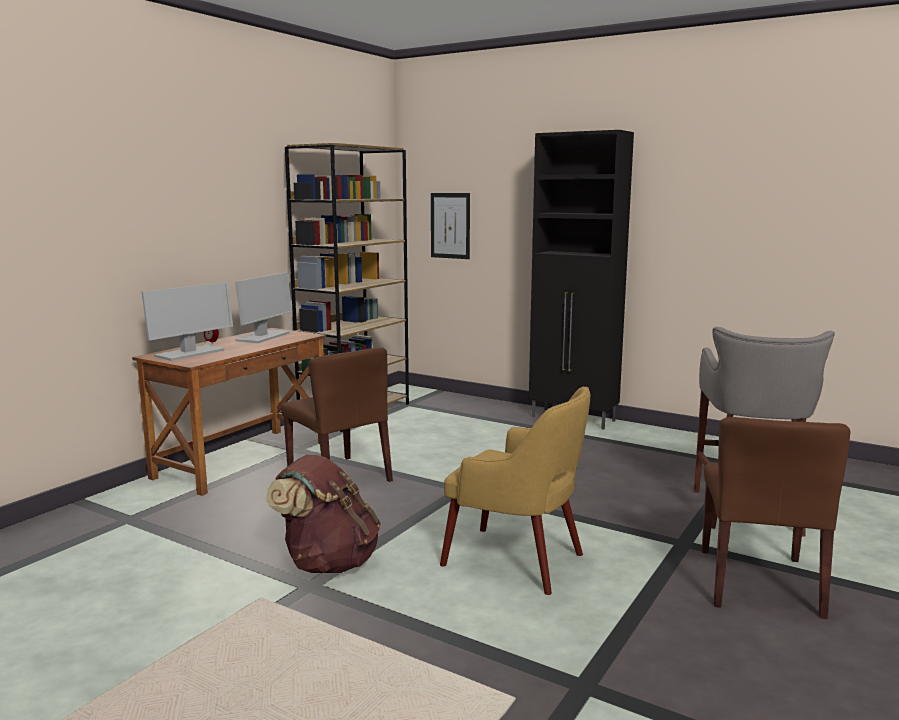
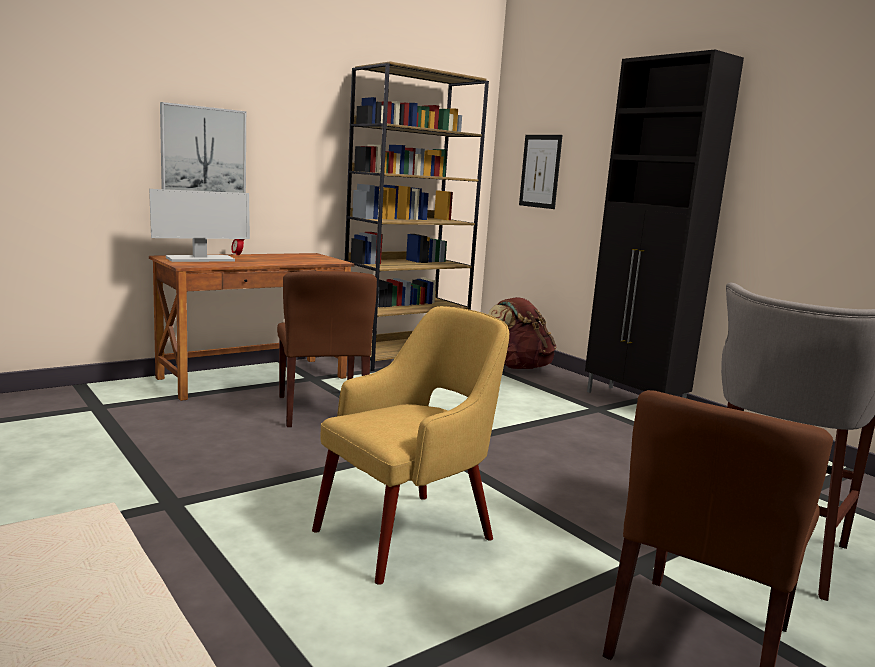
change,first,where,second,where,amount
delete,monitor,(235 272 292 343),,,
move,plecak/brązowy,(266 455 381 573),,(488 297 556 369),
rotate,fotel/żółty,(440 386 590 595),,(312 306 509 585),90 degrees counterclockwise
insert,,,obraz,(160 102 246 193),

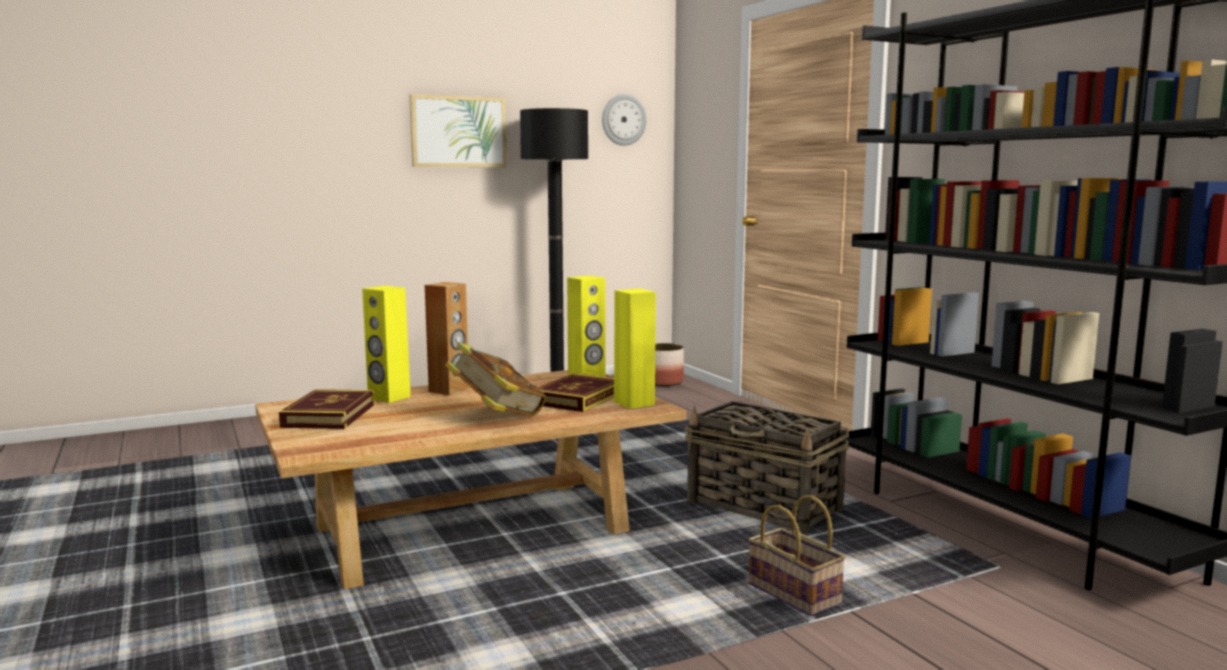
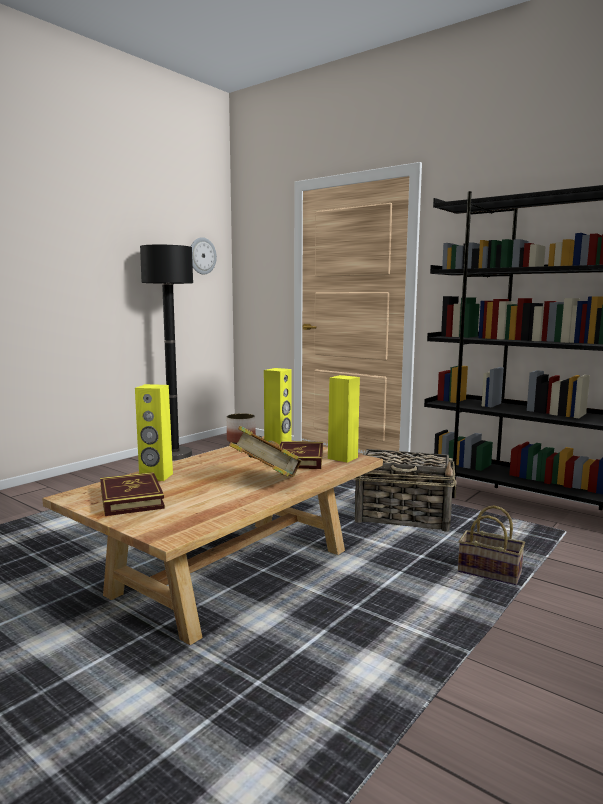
change,first,where,second,where,amount
delete,obraz,(409 94 507 167),,,
delete,głośnik/brązowy,(425 282 469 395),,,

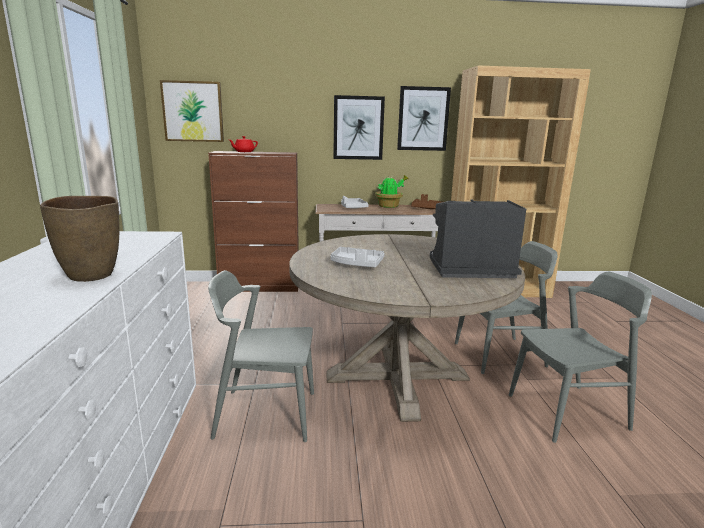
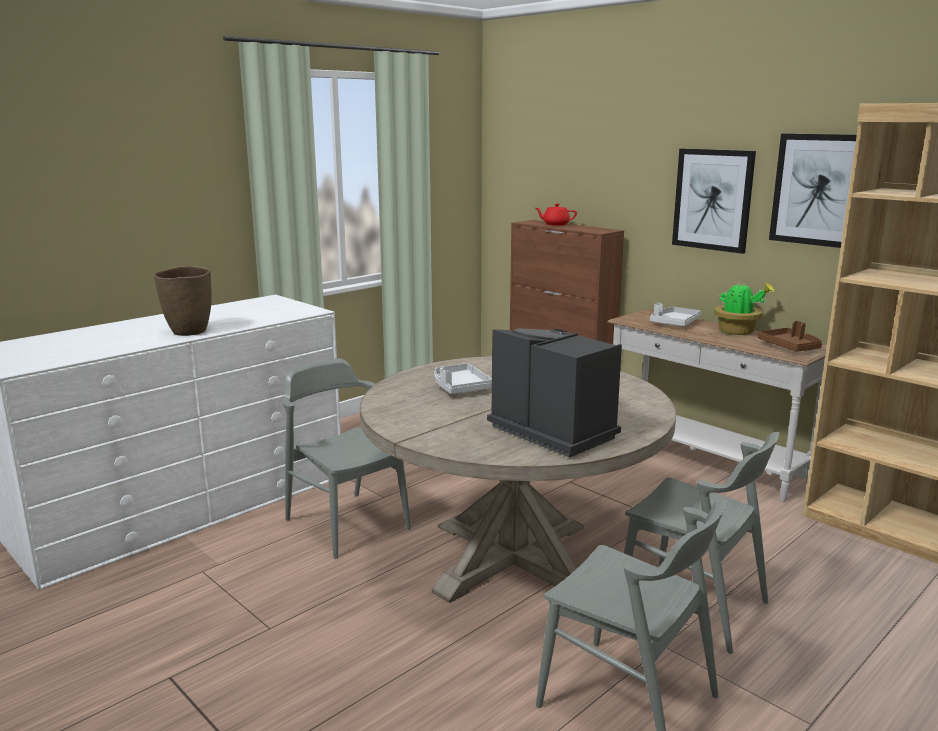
change,first,where,second,where,amount
delete,obraz,(160 80 224 142),,,

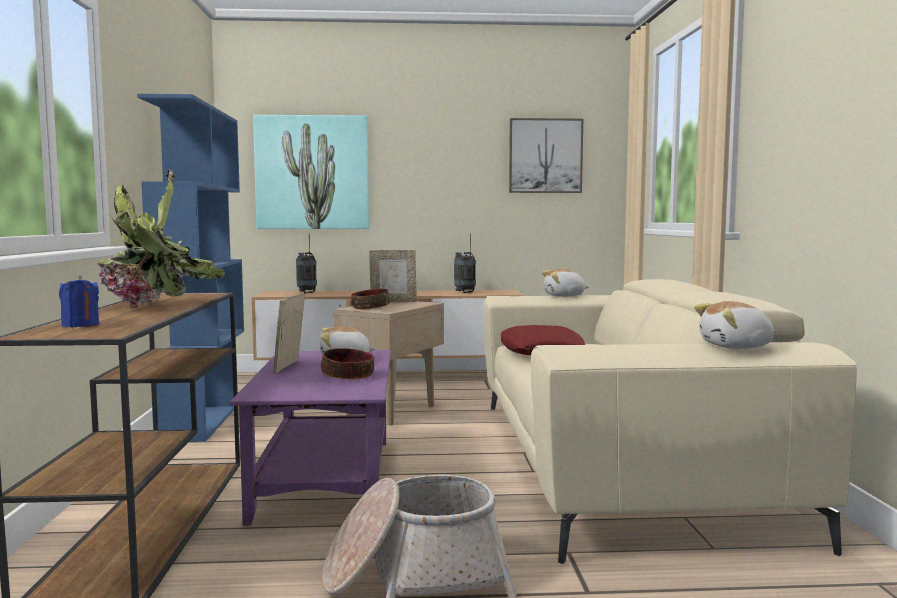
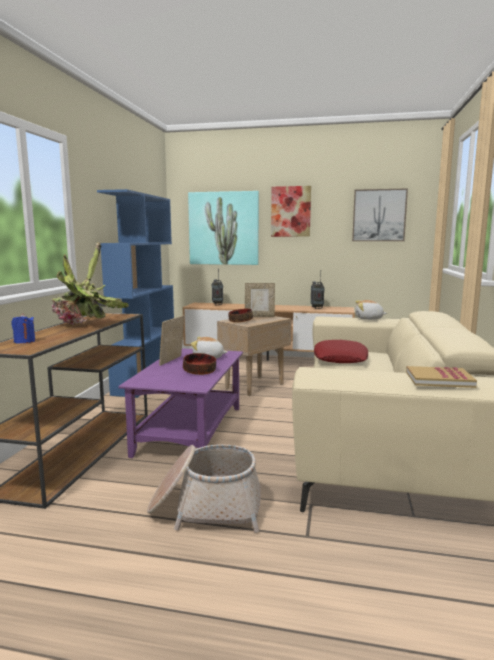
change,first,where,second,where,amount
replace,pluszak,(694 301 777 349),książka,(406 366 477 388),
insert,,,obraz,(271 186 311 237),

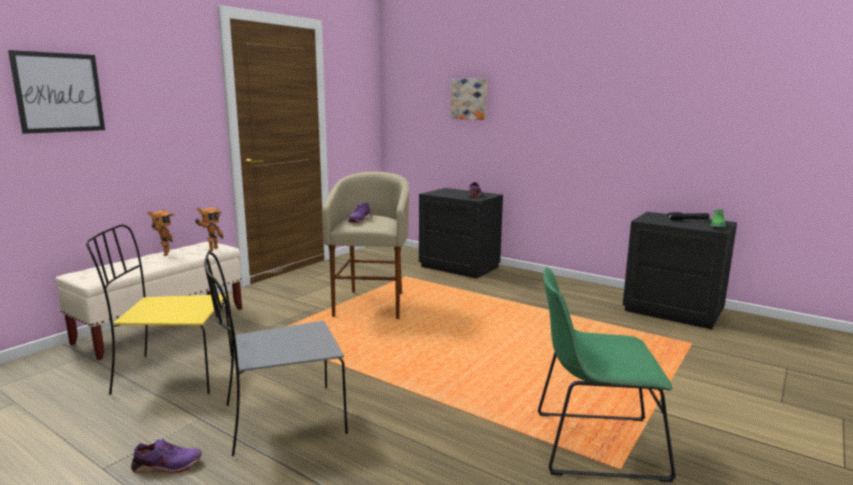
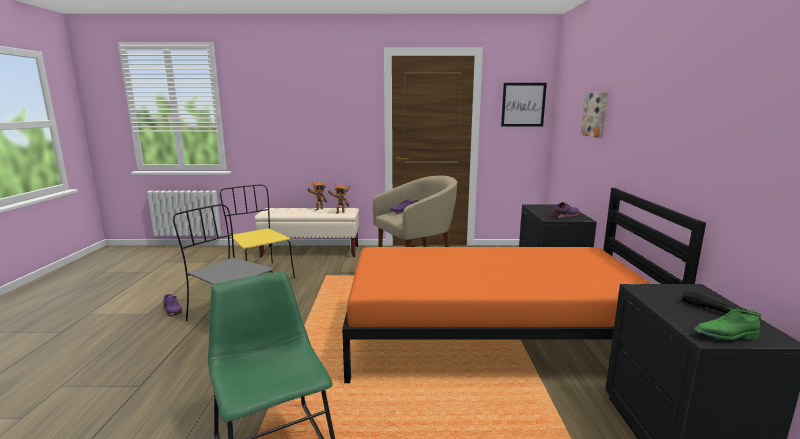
change,first,where,second,where,amount
move,obraz,(8 50 105 134),,(501 83 547 126),
insert,,,łóżko/pomarańczowy,(342 188 706 383),

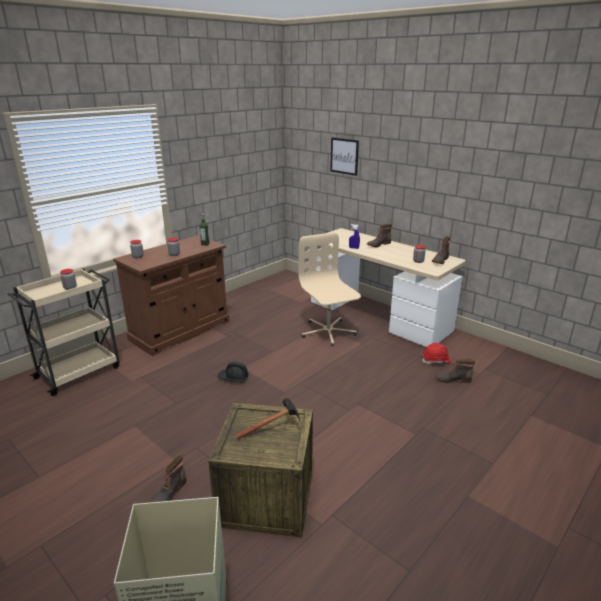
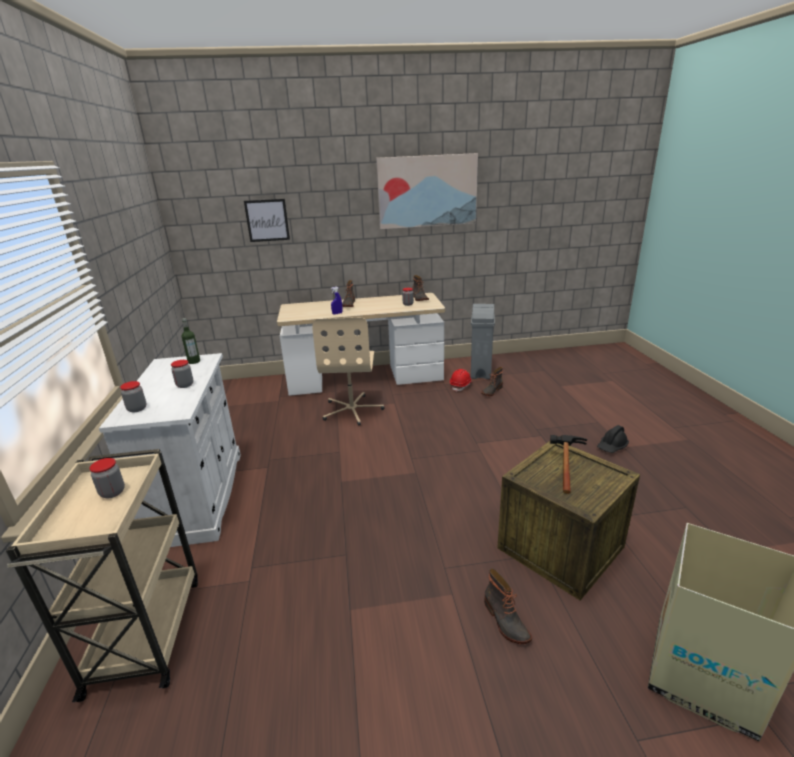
change,first,where,second,where,amount
recolor,szafka/brązowy,(113 235 229 356),szafka/biały,(99 353 241 547),
move,kask/czarny,(218 362 249 383),,(597 425 629 453),
rotate,krzesło biurowe/beżowy,(298 232 361 346),,(312 317 384 426),105 degrees counterclockwise
insert,,,obraz,(376 153 478 229),
insert,,,kosz na śmieci/szary,(471 304 495 379),

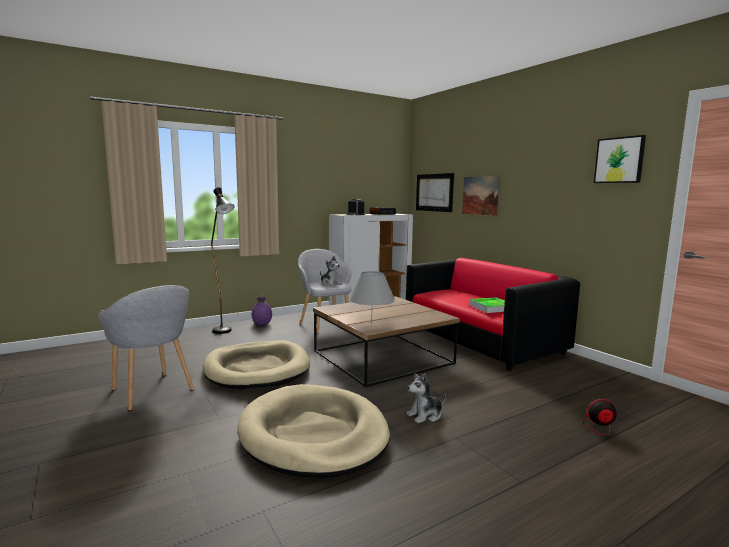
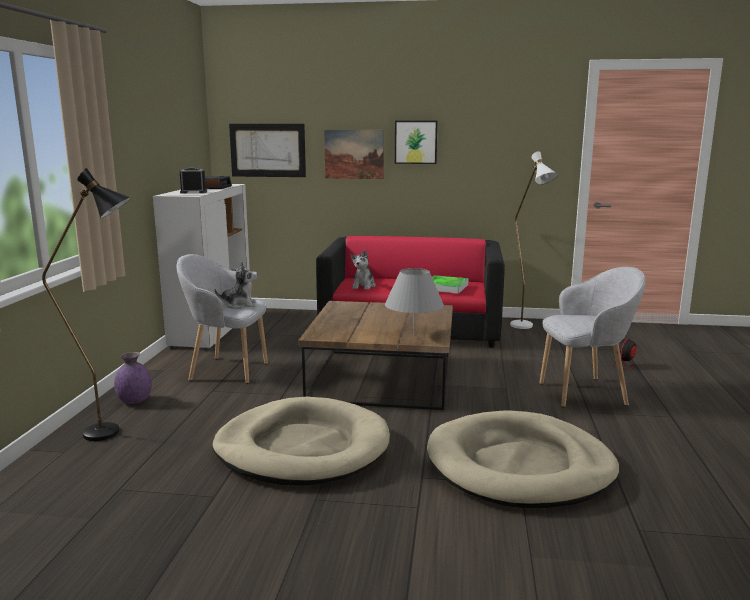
change,first,where,second,where,amount
move,fotel/szary,(98 285 194 411),,(539 267 645 407),
move,pluszak,(406 373 446 423),,(351 250 376 290),
move,obraz,(594 135 646 183),,(395 121 438 164),
insert,,,lampa stojąca/biały,(510 151 558 329),

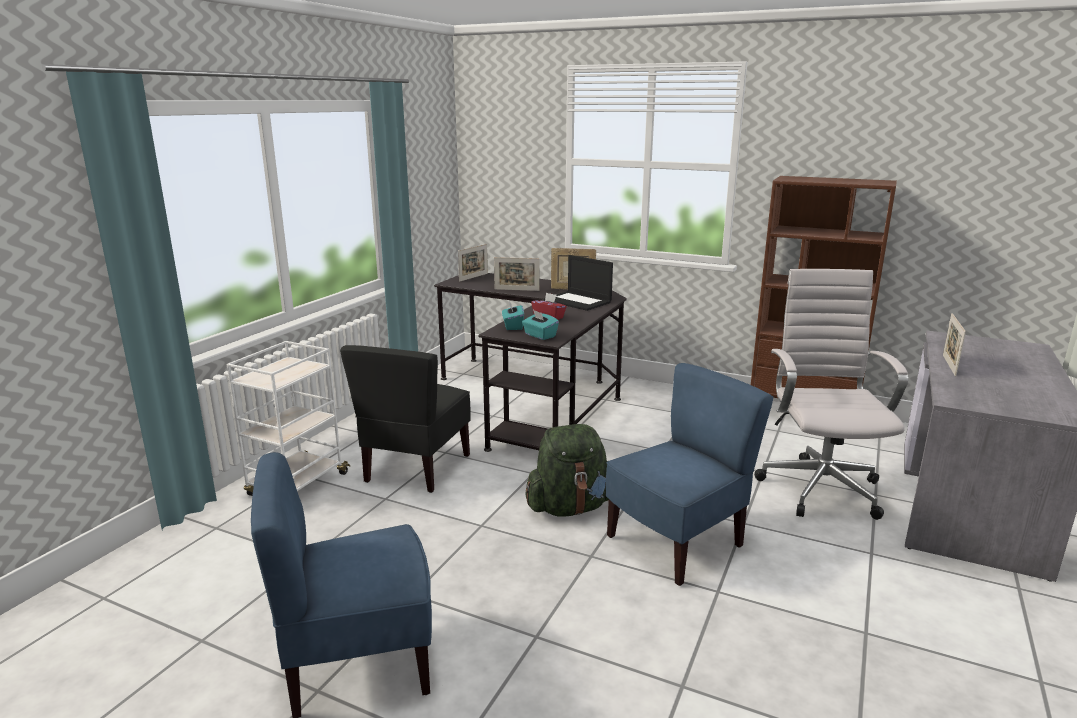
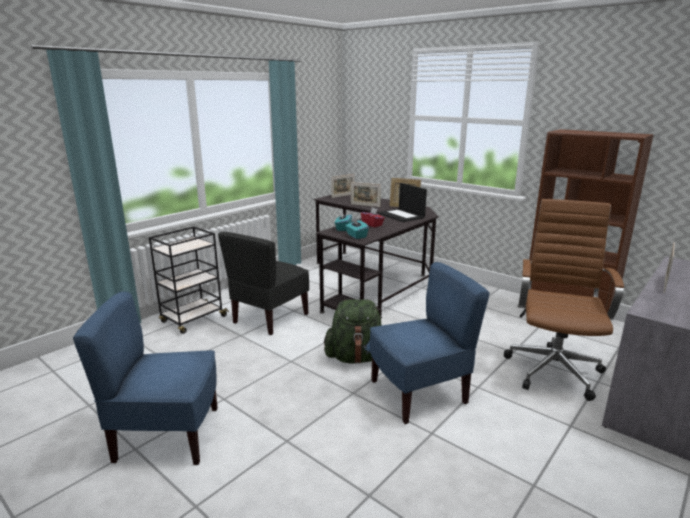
change,first,where,second,where,amount
recolor,wózek/biały,(226 341 350 496),wózek/czarny,(149 226 229 334),
recolor,krzesło biurowe/biały,(754 269 908 520),krzesło biurowe/brązowy,(504 199 624 401),

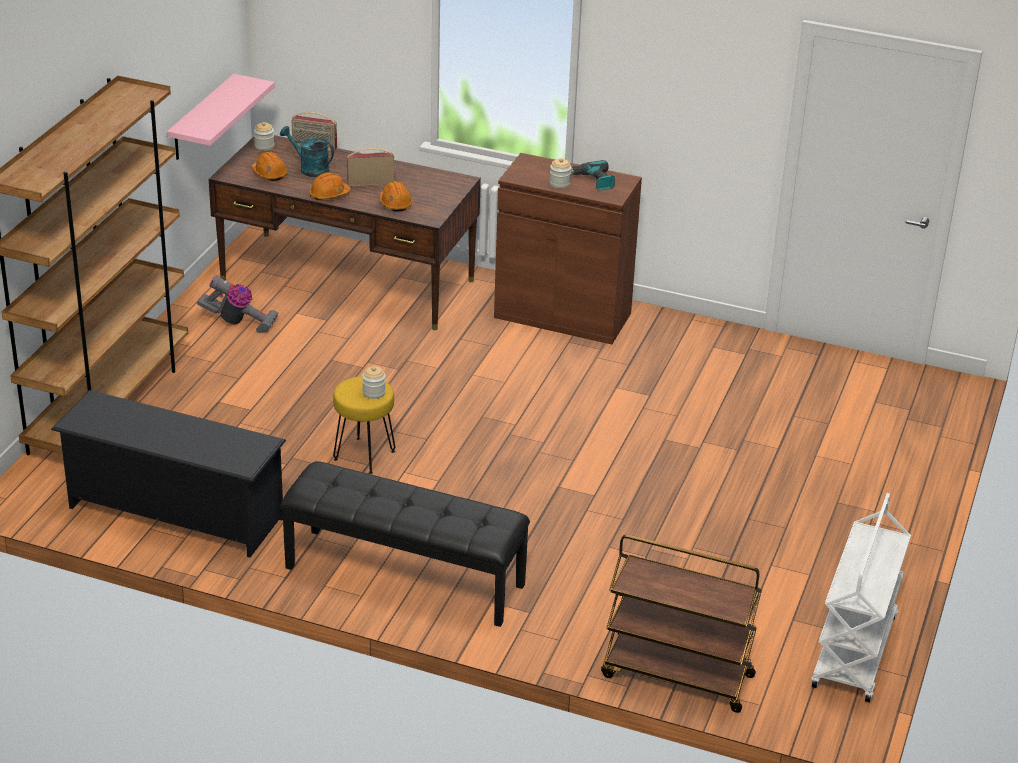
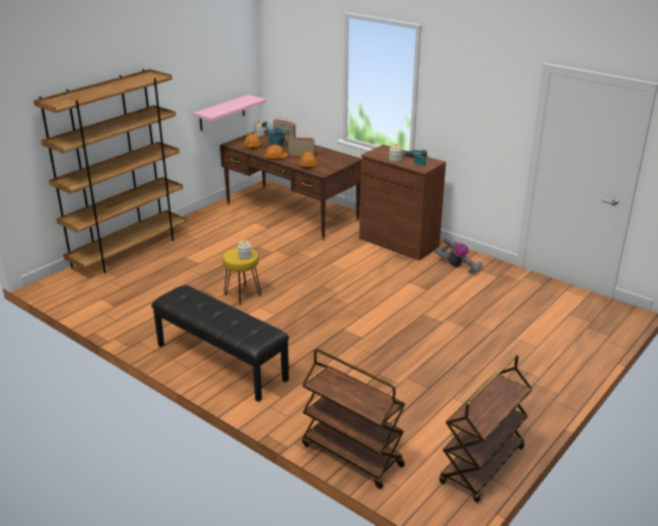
change,first,where,second,where,amount
delete,regał na buty/czarny,(51 390 286 557),,,
move,odkurzacz,(197 275 279 333),,(435 236 483 274),
recolor,wózek/biały,(811 493 911 702),wózek/brązowy,(439 354 532 502),

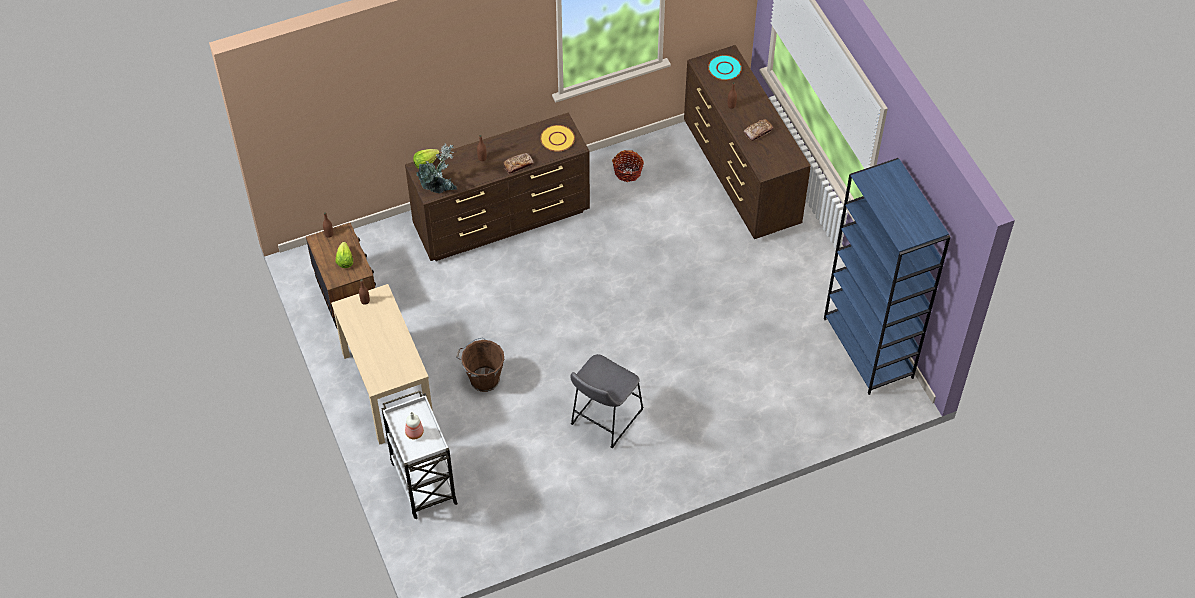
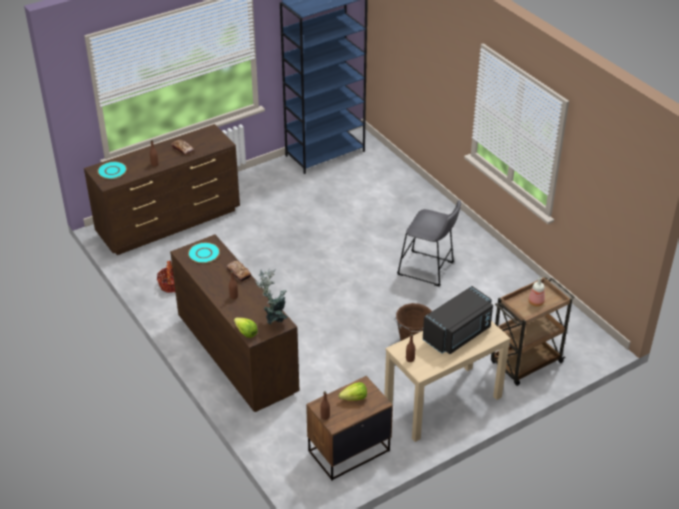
change,first,where,second,where,amount
recolor,wózek/biały,(381 391 458 519),wózek/brązowy,(491 276 575 386),
recolor,talerz/żółty,(540 125 575 152),talerz/turkusowy,(188 242 220 263),
insert,,,mikrofalówka/czarny,(423 286 493 354),

